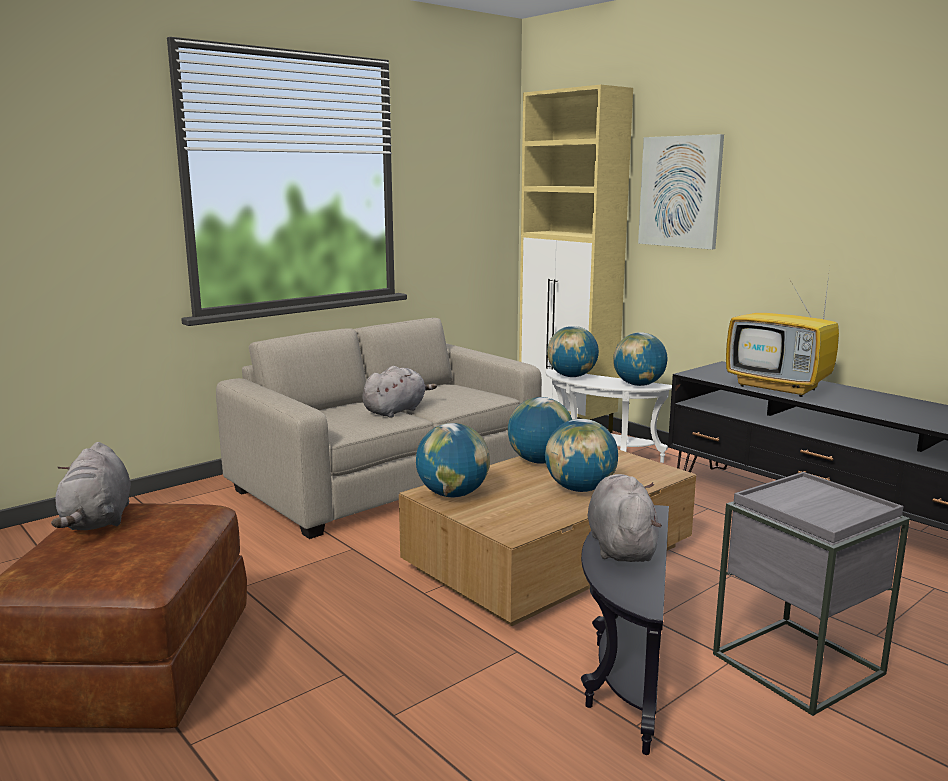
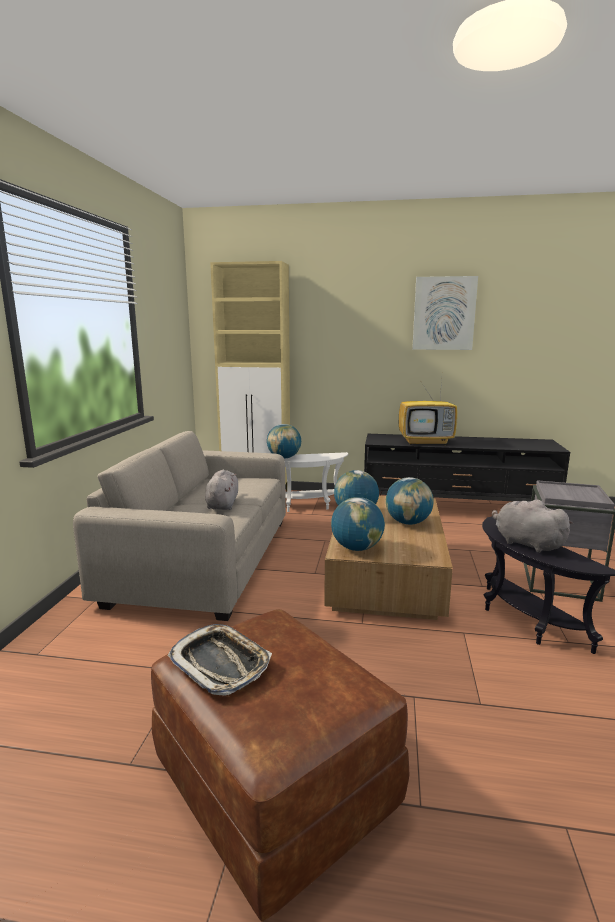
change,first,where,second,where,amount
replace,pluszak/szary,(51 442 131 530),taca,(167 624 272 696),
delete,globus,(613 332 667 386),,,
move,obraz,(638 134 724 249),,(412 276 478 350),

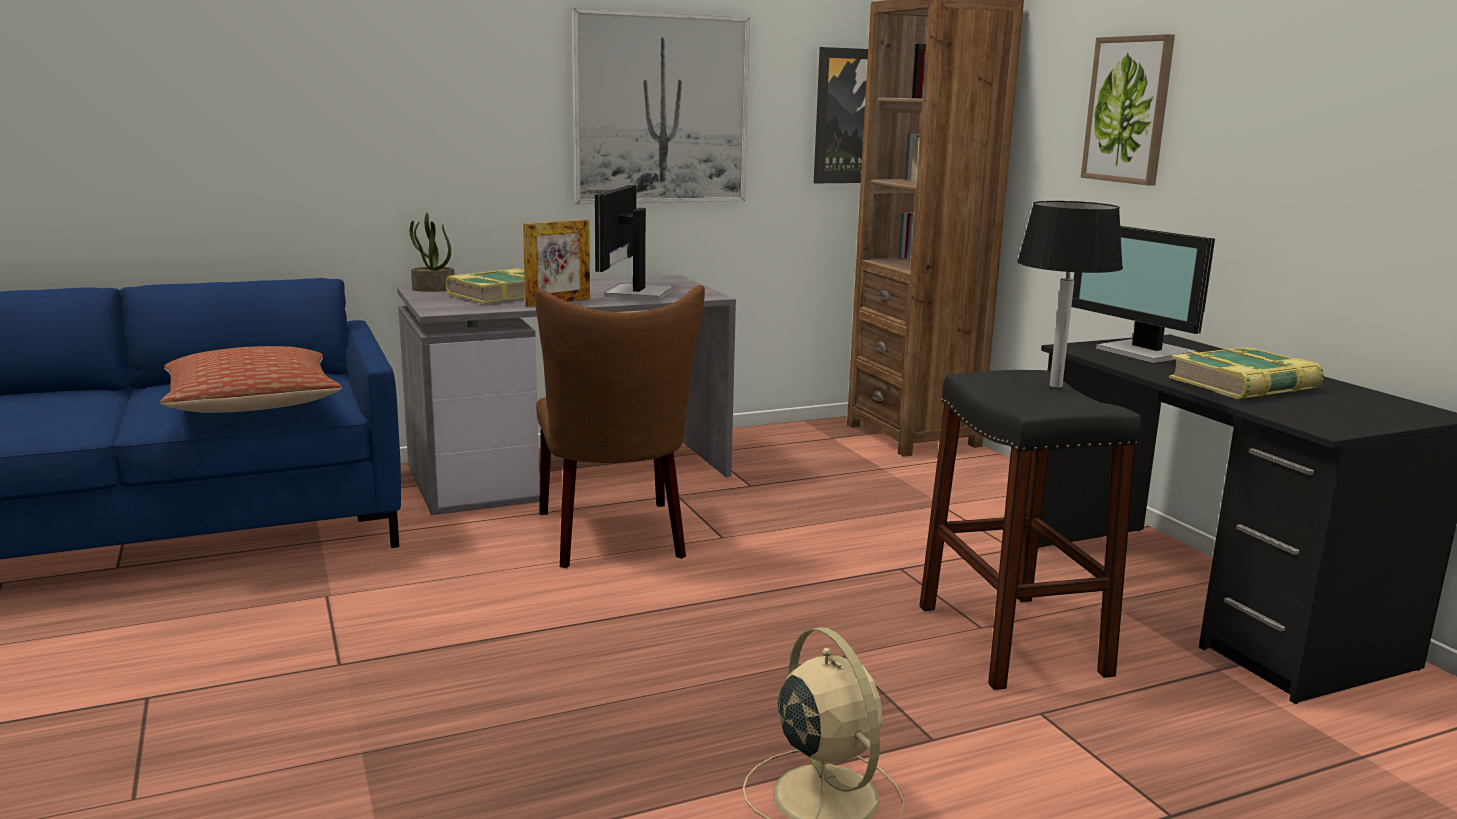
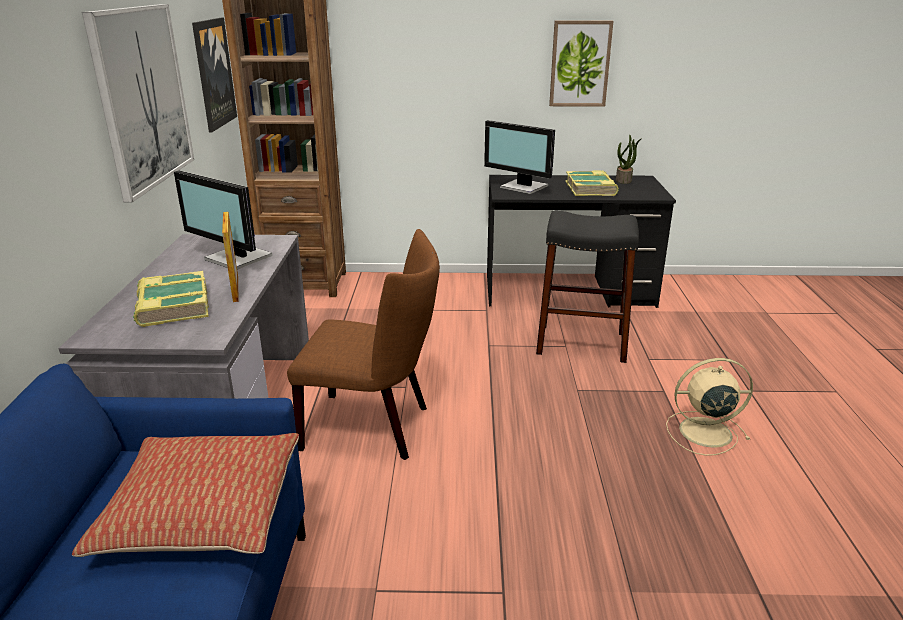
change,first,where,second,where,amount
move,roślina doniczkowa,(410 212 454 292),,(616 135 642 184),
delete,lampa stołowa/czarny,(1017 201 1123 387),,,
rotate,monitor,(1071 226 1215 363),,(484 120 555 194),45 degrees clockwise
move,obraz,(1081 34 1175 186),,(549 20 613 107),

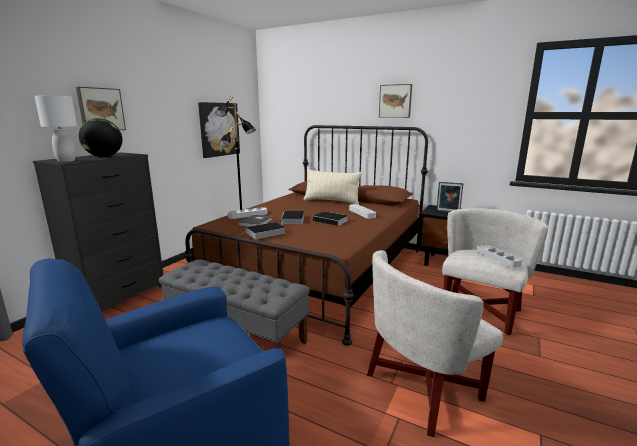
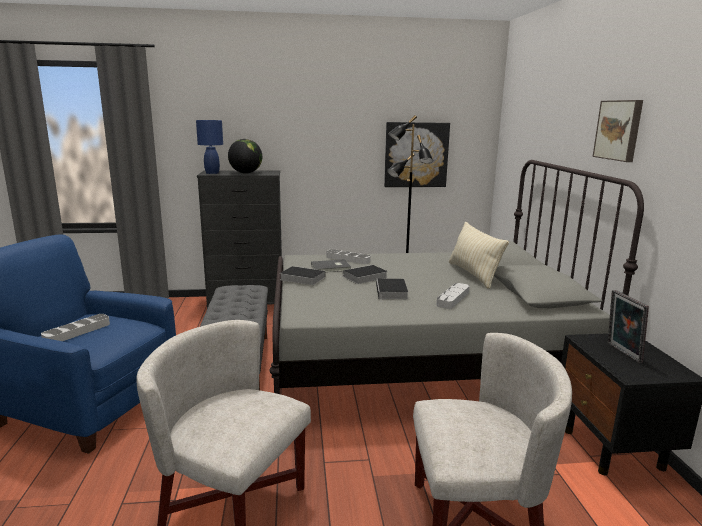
change,first,where,second,where,amount
recolor,lampa stołowa/biały,(35 96 77 162),lampa stołowa/niebieski,(196 120 223 174),
delete,obraz,(76 87 126 130),,,
recolor,łóżko/brązowy,(184 125 428 346),łóżko/szary,(269 160 644 394),
move,taca/szary,(477 244 522 268),,(41 314 110 341),

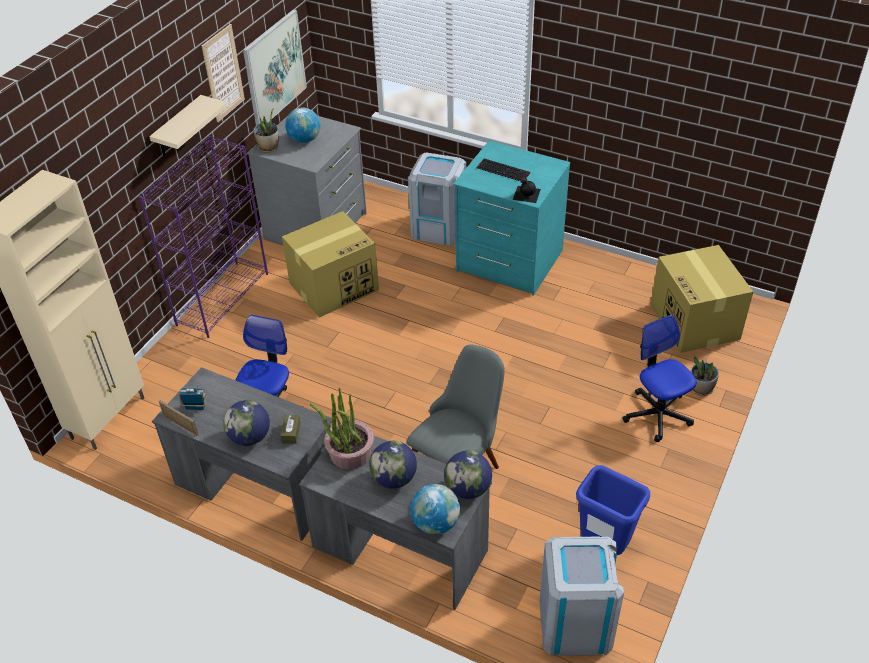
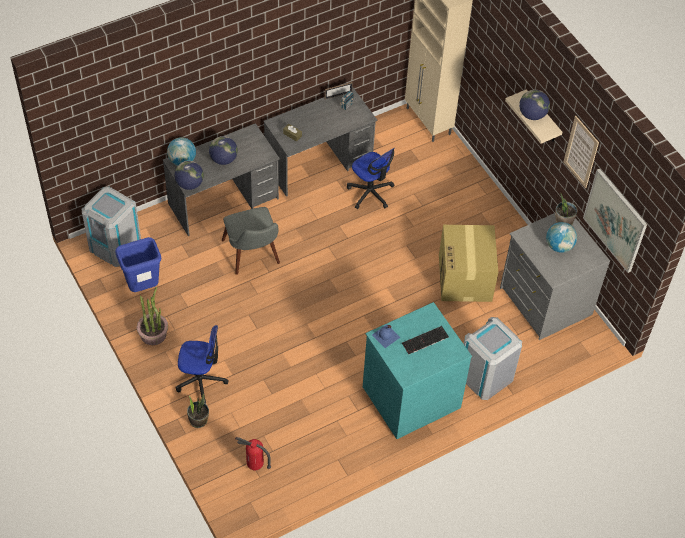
change,first,where,second,where,amount
delete,regał/fioletowy,(139 136 268 338),,,
move,globus,(223 400 270 446),,(519 90 550 120),
move,roślina doniczkowa,(310 387 374 470),,(137 287 168 345),
recolor,butelka/czarny,(512 178 541 203),butelka/niebieski,(372 324 400 348),
replace,karton,(650 245 753 353),gaśnica,(235 437 271 470),

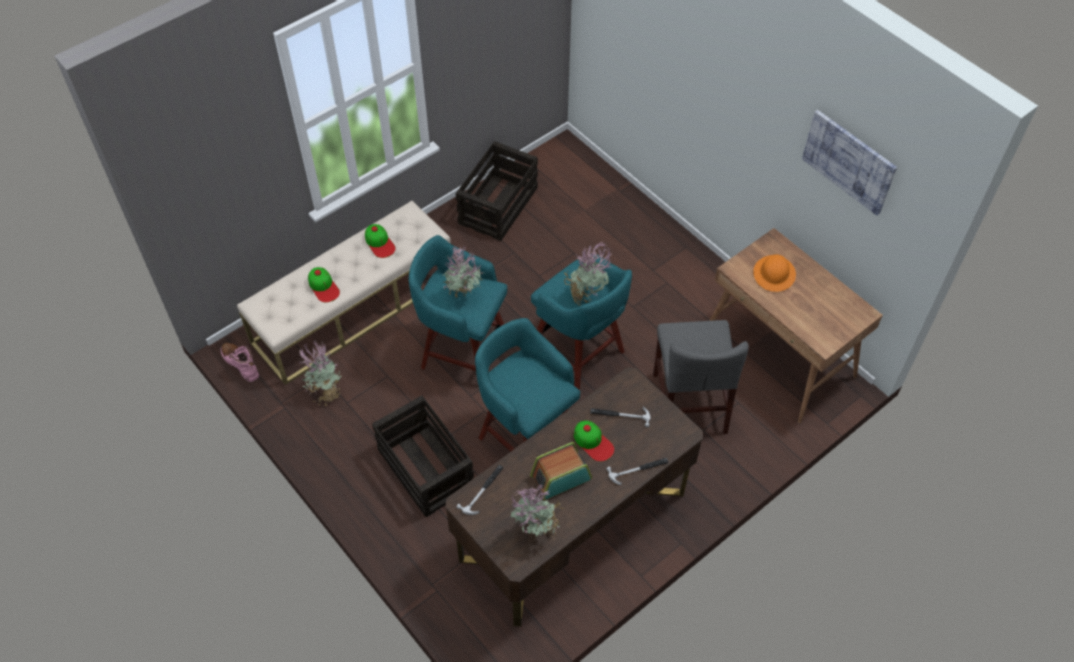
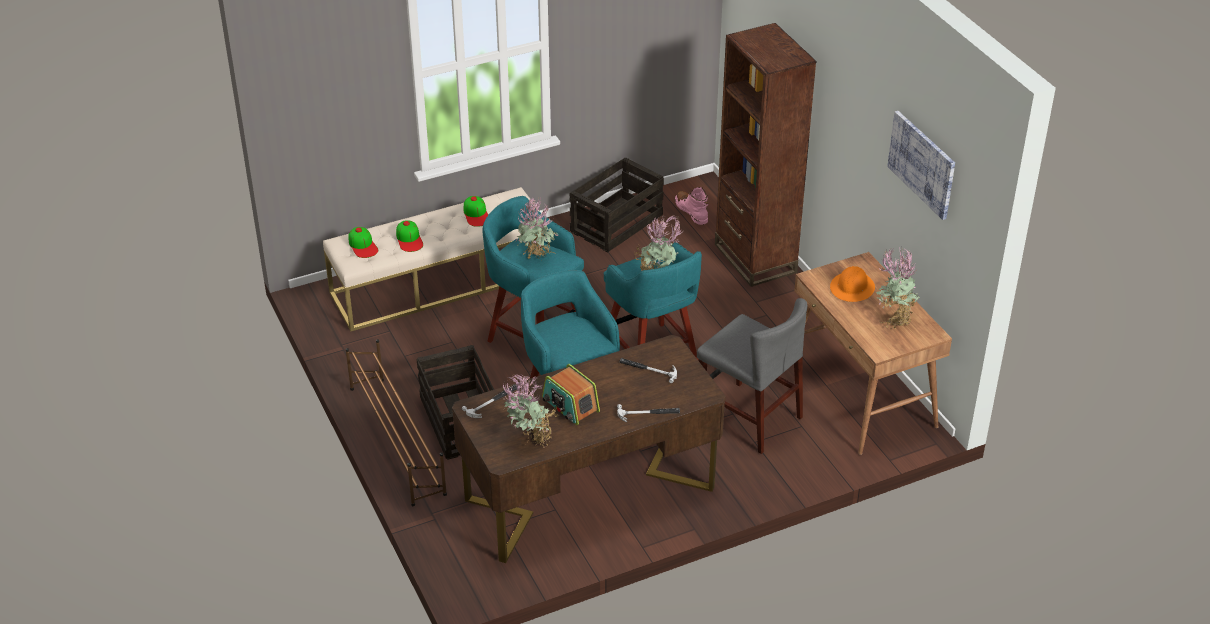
change,first,where,second,where,amount
move,but z cholewką/różowy,(221 343 259 382),,(675 187 709 225),
move,roślina doniczkowa,(299 339 343 406),,(876 247 920 329),
rotate,radio,(530 442 592 500),,(542 364 600 425),120 degrees counterclockwise
move,czapka z daszkiem,(574 421 614 461),,(348 227 378 258),
rotate,krzesło/szary,(653 320 749 434),,(697 298 807 454),60 degrees counterclockwise
insert,,,regał na buty/brązowy,(345 339 447 506),
insert,,,regał/brązowy,(715 23 816 287),

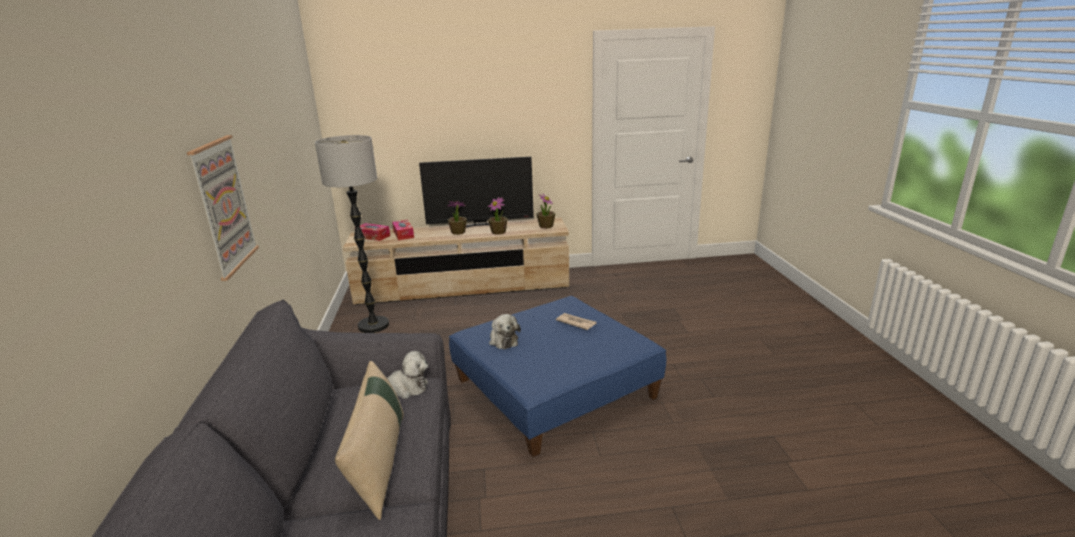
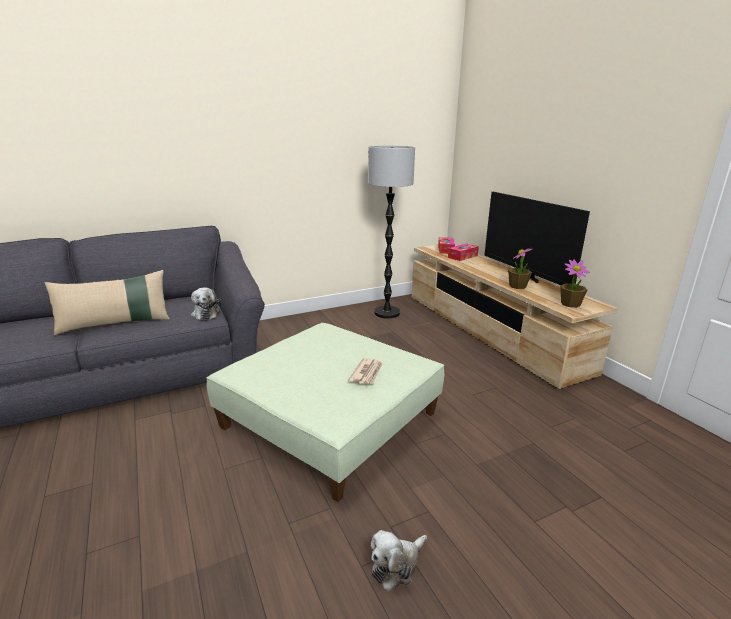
change,first,where,second,where,amount
delete,obraz,(187 135 259 281),,,
delete,roślina doniczkowa,(448 201 467 235),,,
recolor,pufa/niebieski,(449 296 667 457),pufa/zielony,(206 323 444 502),
move,pluszak,(489 314 521 349),,(370 530 427 592),

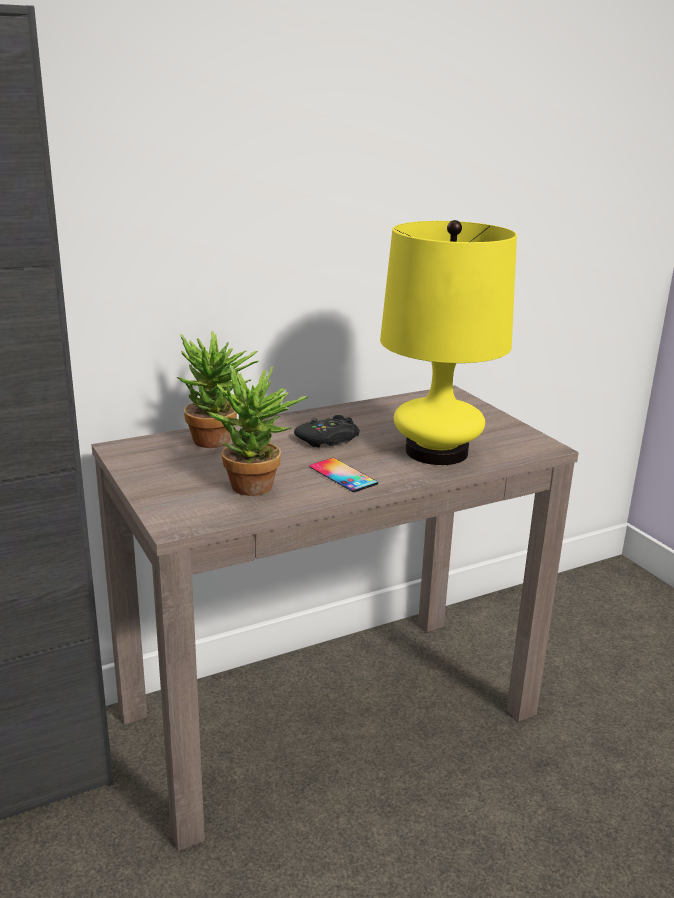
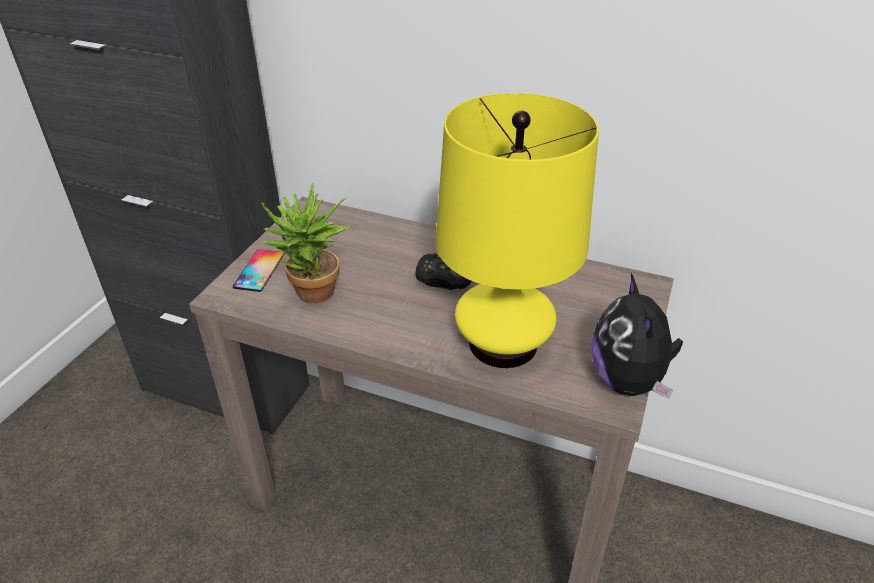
change,first,where,second,where,amount
delete,roślina doniczkowa,(177 331 259 448),,,
move,telefon,(310 458 378 492),,(233 249 284 292),
insert,,,pluszak,(592 273 683 399),

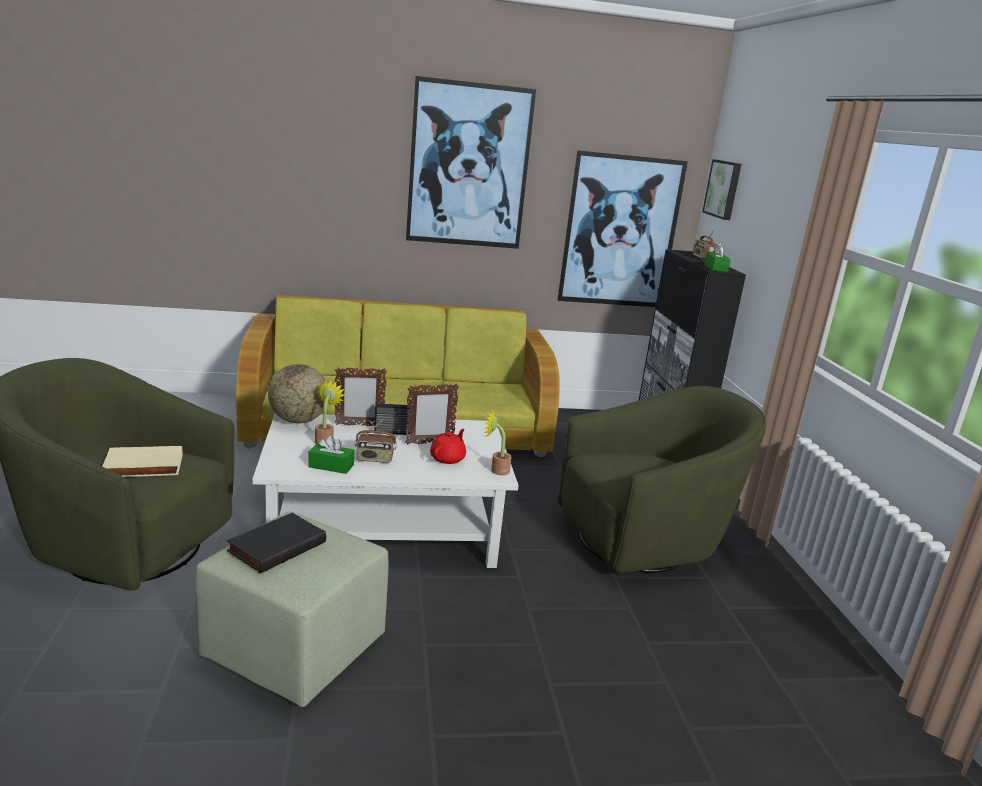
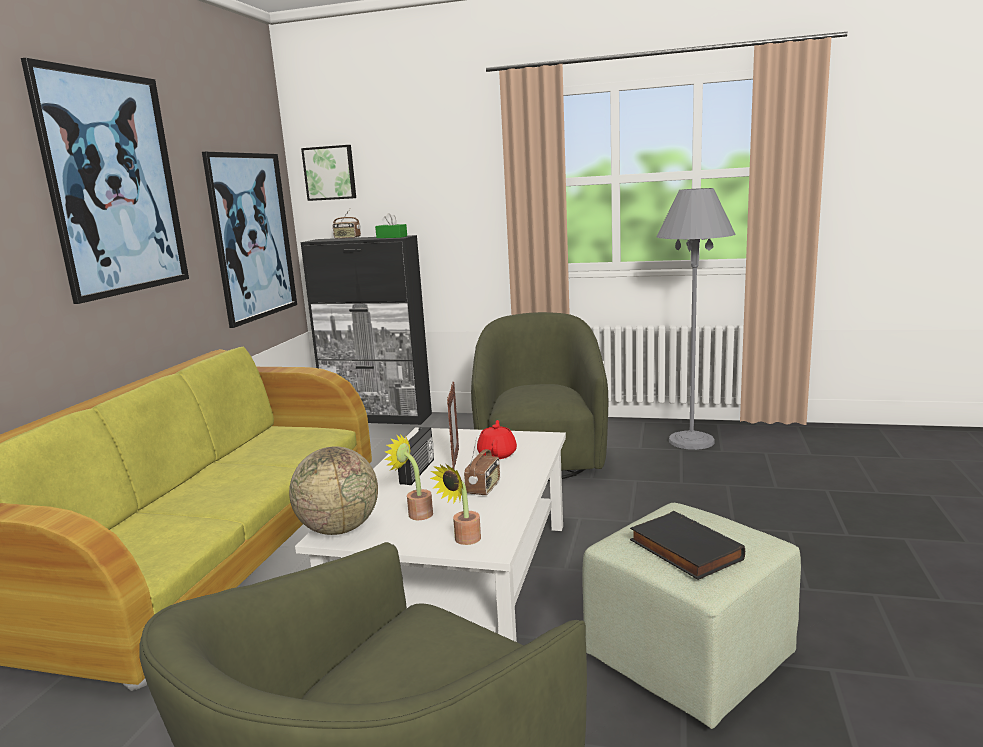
change,first,where,second,where,amount
delete,książka/beżowy,(102 446 183 477),,,
delete,pudełko chusteczek/zielony,(308 435 355 474),,,
delete,ramka na zdjęcie,(335 367 387 426),,,
rotate,imbryk/czerwony,(430 429 466 464),,(477 420 517 459),45 degrees clockwise
move,roślina doniczkowa,(483 410 512 475),,(430 464 481 545),
insert,,,lampa stojąca/szary,(656 188 735 450),

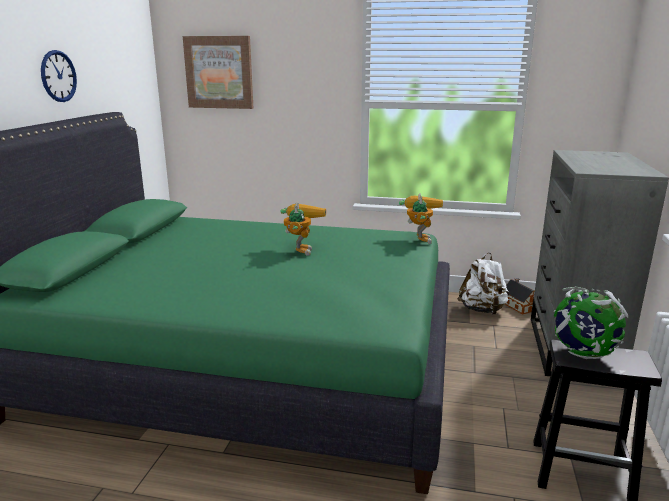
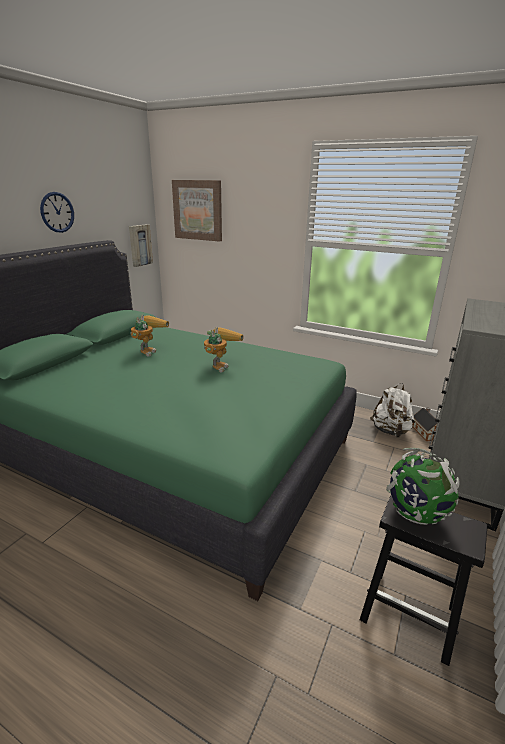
change,first,where,second,where,amount
move,robot zabawkowy,(399 193 443 244),,(130 315 169 357),
insert,,,obraz,(129 224 153 267),

